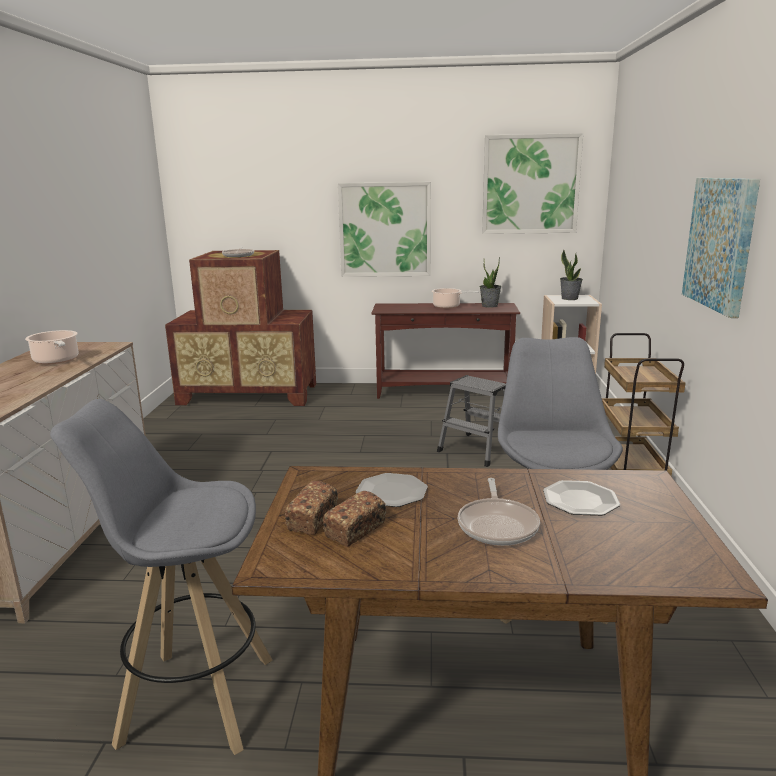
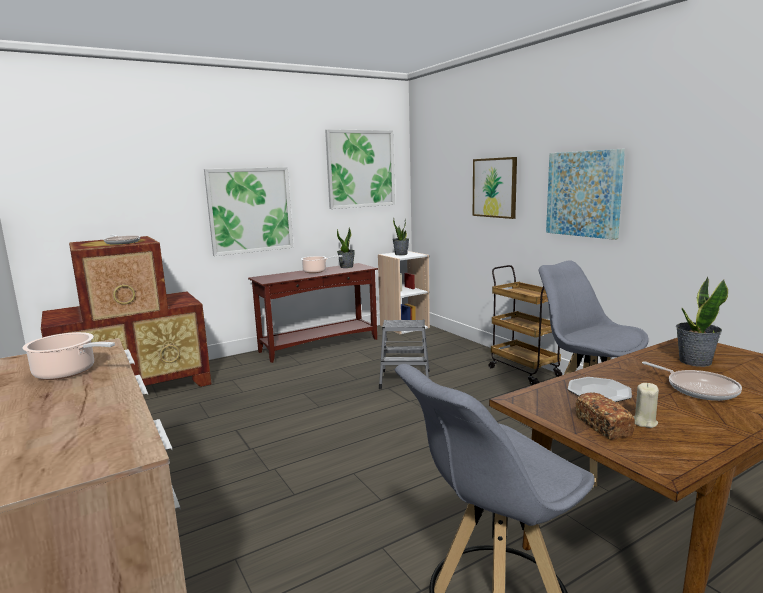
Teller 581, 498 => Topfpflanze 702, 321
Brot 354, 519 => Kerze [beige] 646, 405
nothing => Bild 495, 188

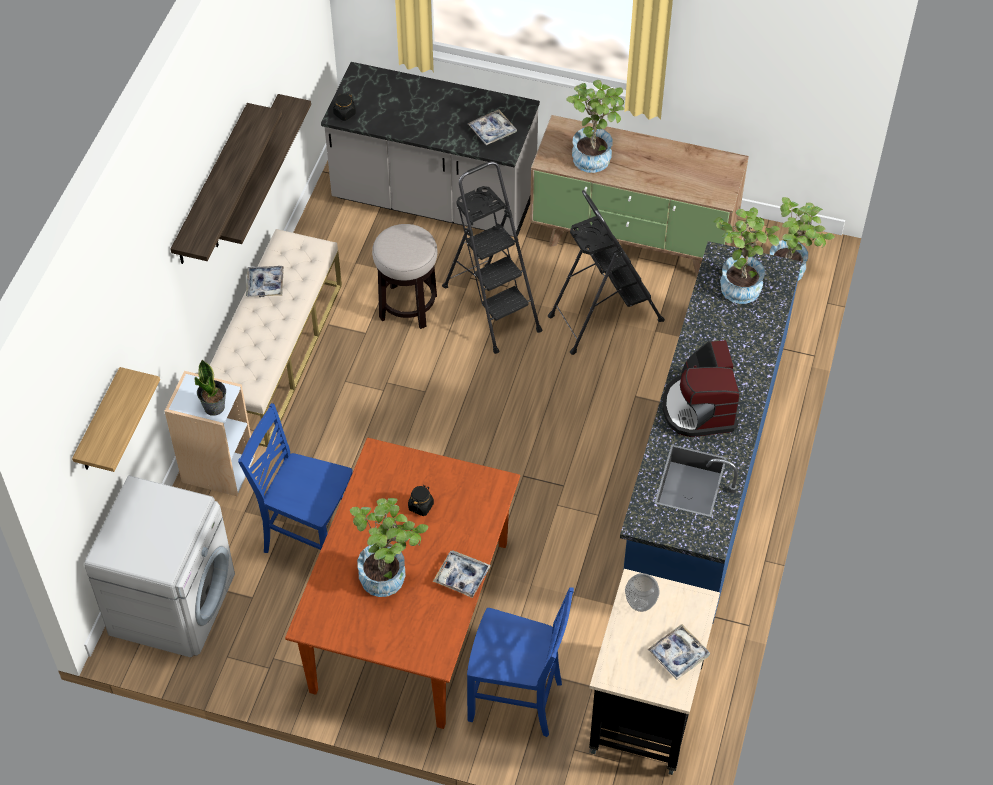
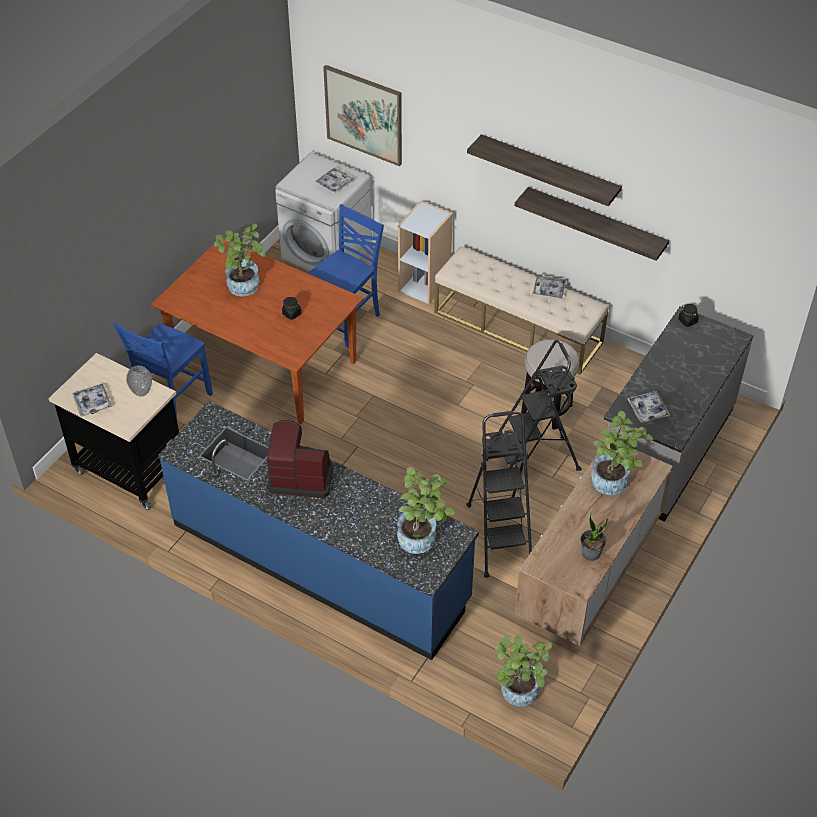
Topfpflanze 210, 387 => Topfpflanze 594, 536, shifted
Wandregal 116, 419 => Bild 362, 115
Tablett 462, 574 => Tablett 334, 180, shifted

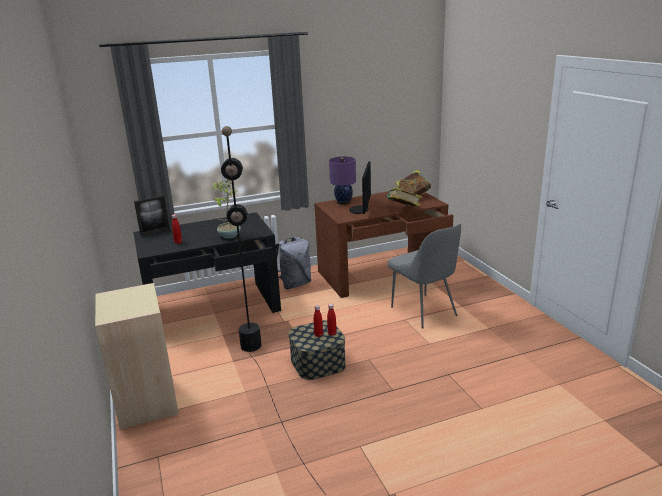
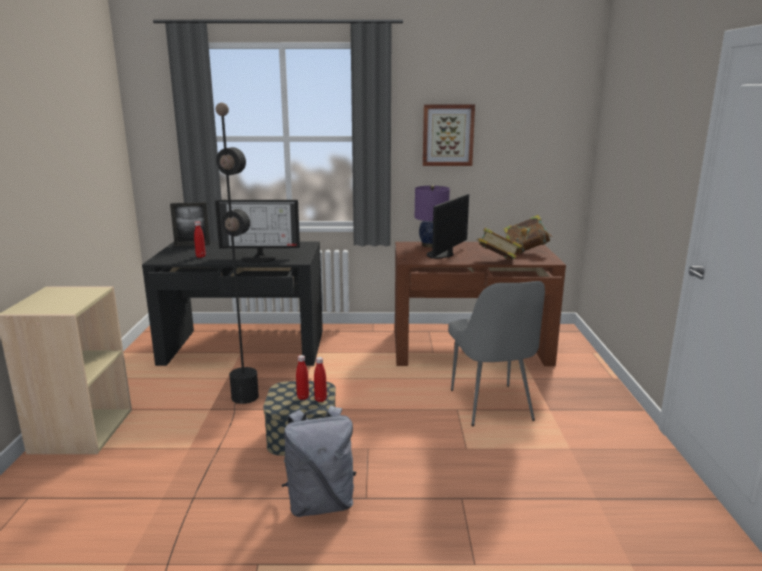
Topfpflanze 226, 209 => Monitor 257, 231
Rucksack [grau] 293, 263 => Rucksack [grau] 319, 461, shifted
nothing => Bild 449, 135

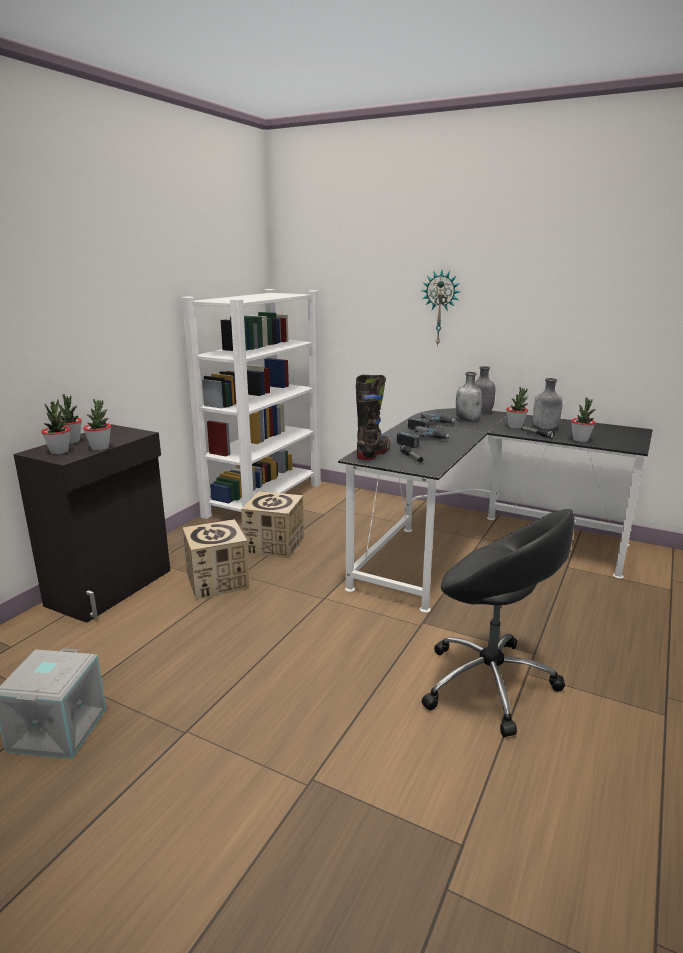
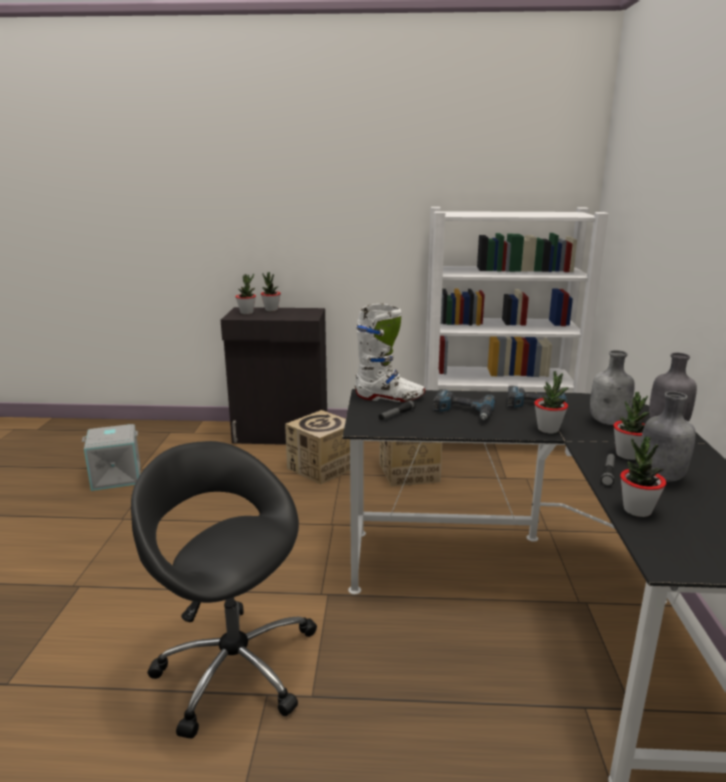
Wanduhr 440, 308 => nothing
Stiefel [schwarz] 373, 417 => Stiefel [weiß] 390, 353
Topfpflanze 97, 424 => Topfpflanze 551, 402, shifted
Bürostuhl [schwarz] 498, 623 => Bürostuhl [schwarz] 224, 589, 105 degrees clockwise

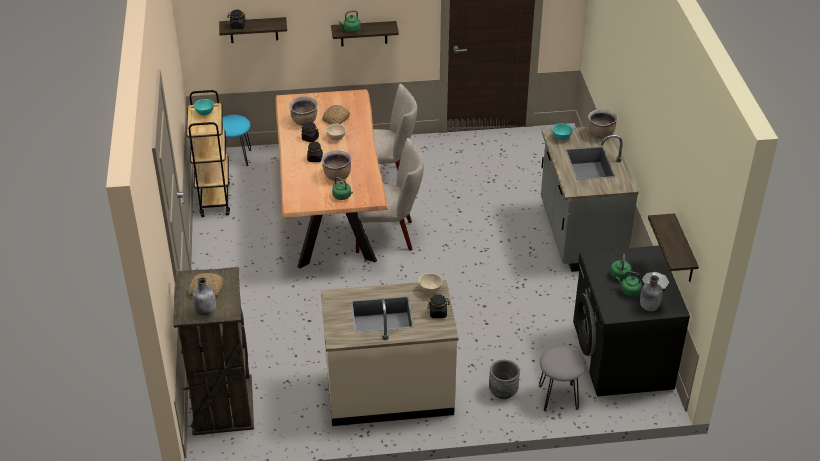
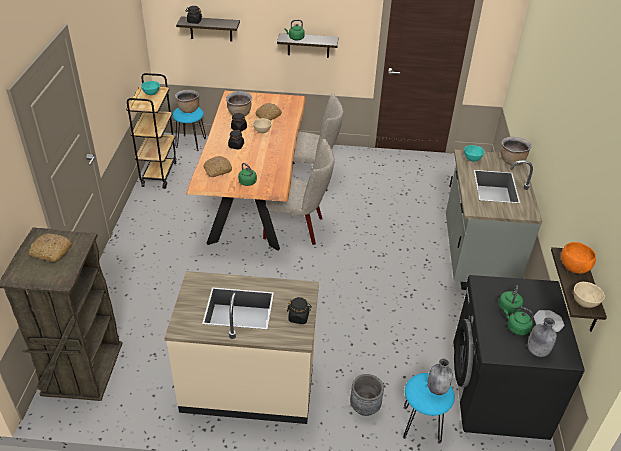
Kochtopf [braun] 336, 165 => Kochtopf [braun] 187, 101, shifted
Schüssel [beige] 430, 283 => Schüssel [beige] 589, 295, shifted
Flasche [grau] 204, 297 => Flasche [grau] 440, 377, shifted
Hocker [grau] 562, 379 => Hocker [türkis] 429, 408
nothing => Brot 217, 166
nothing => Schüssel [orange] 578, 258

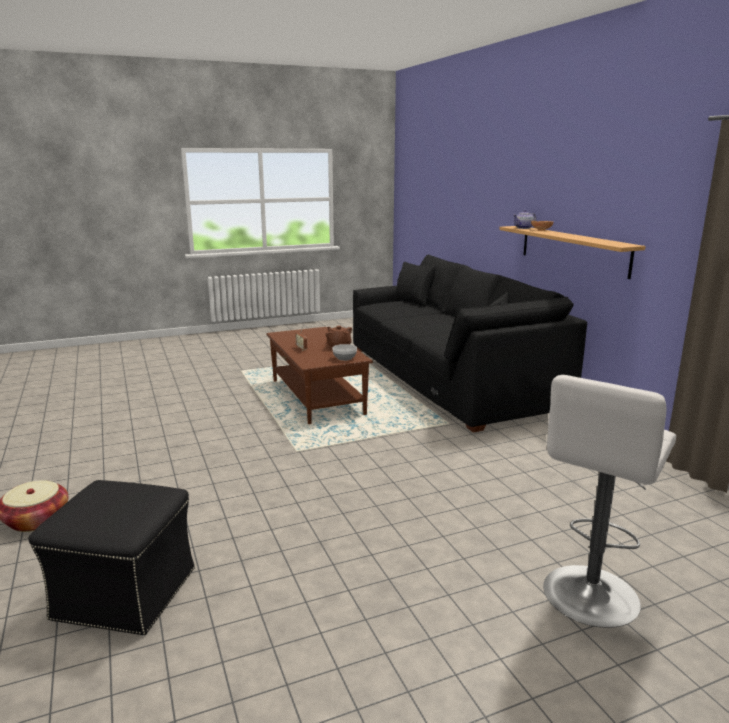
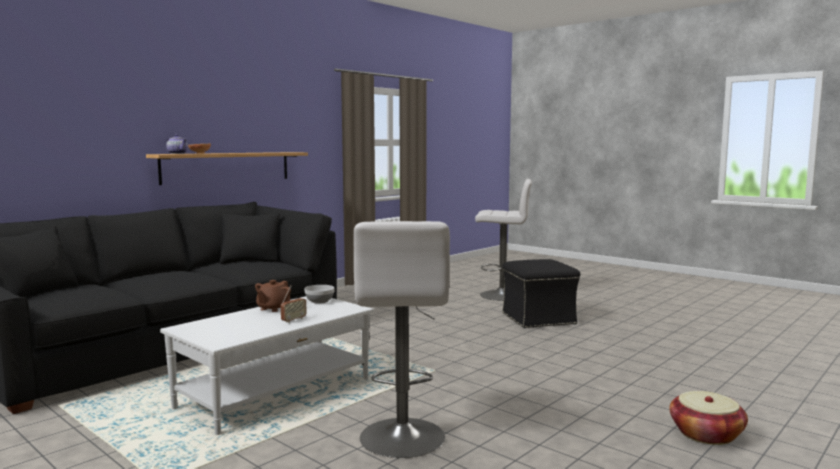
Couchtisch [braun] 320, 375 => Couchtisch [weiß] 267, 365
Polsterhocker [schwarz] 111, 557 => Polsterhocker [schwarz] 541, 293, shifted
nothing => Hocker [weiß] 401, 339

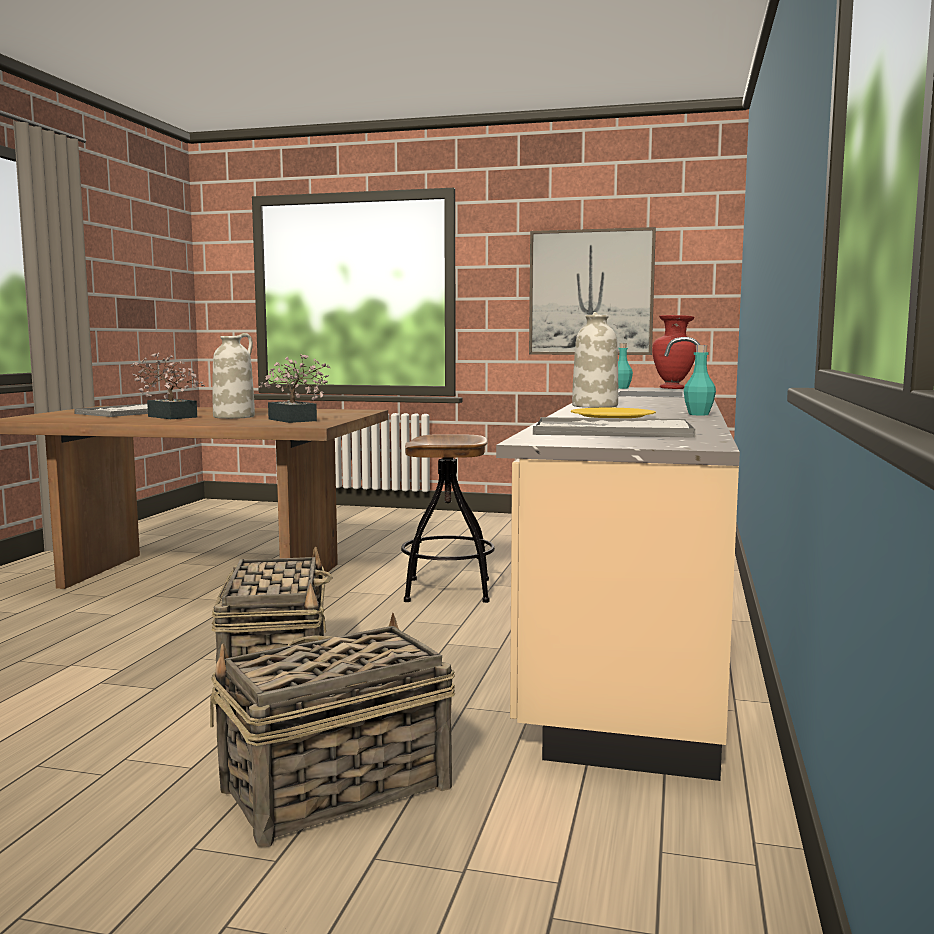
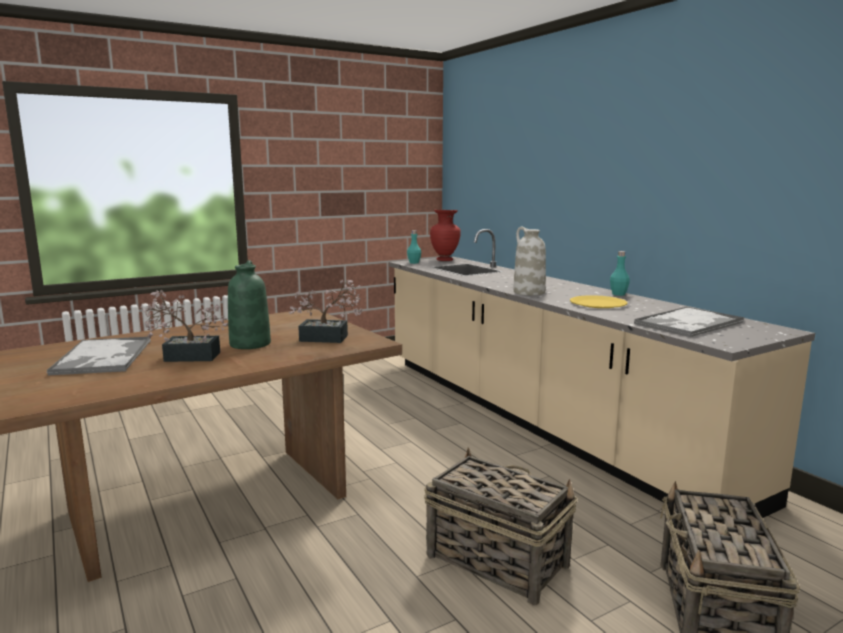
Bild 592, 291 => nothing
Vase [weiß] 233, 376 => Vase [grün] 249, 304
Hocker [braun] 448, 518 => nothing

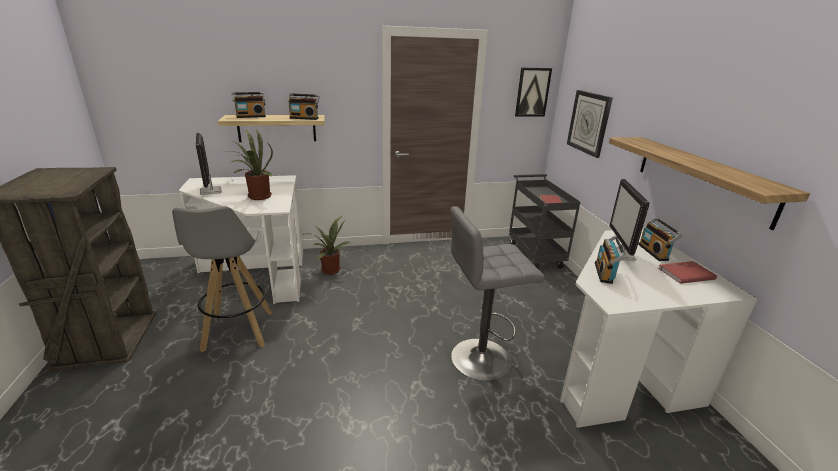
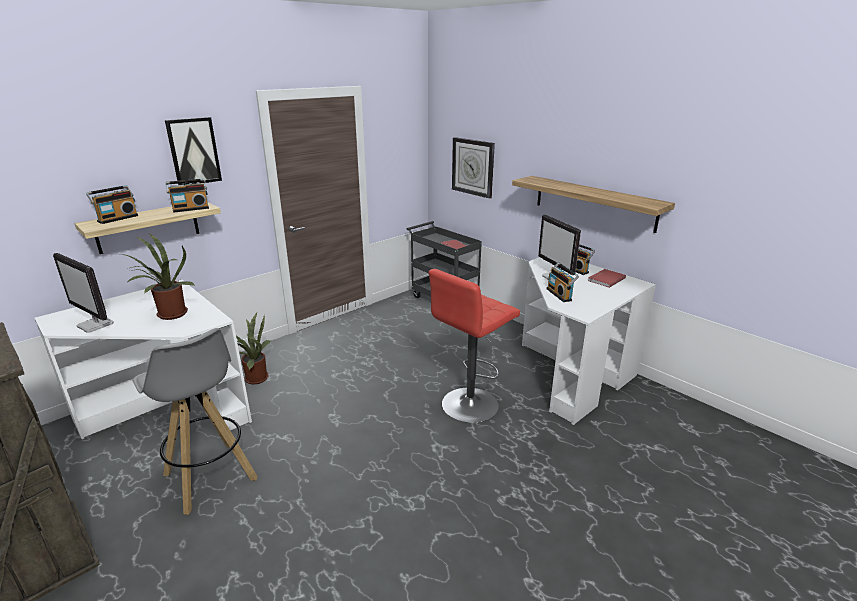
Bild 533, 92 => Bild 193, 151, shifted
Hocker [grau] 497, 293 => Hocker [rot] 474, 346

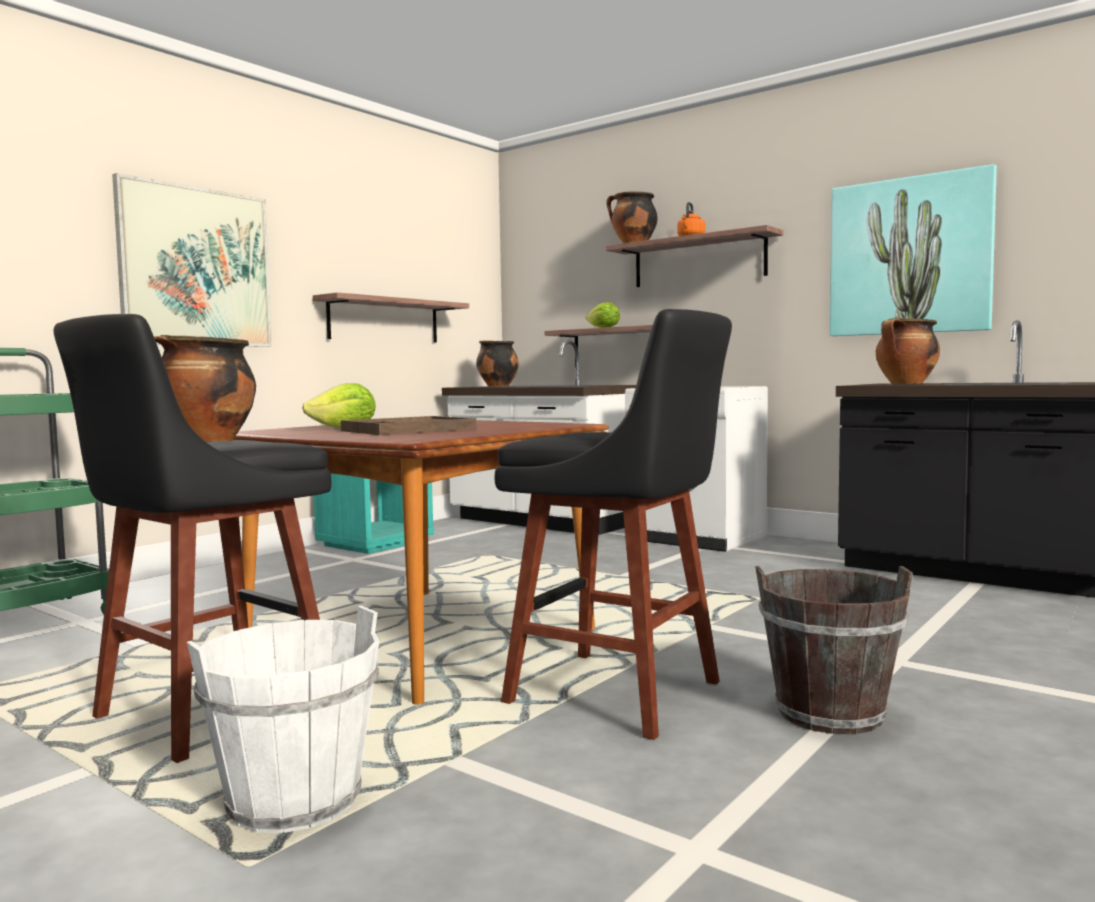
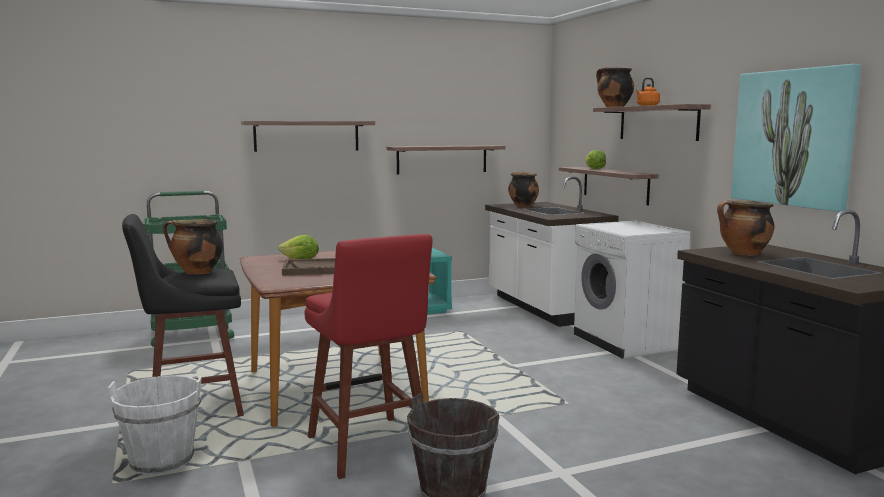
Bild 192, 260 => Wandregal 308, 136
Hocker [schwarz] 613, 524 => Hocker [rot] 369, 356

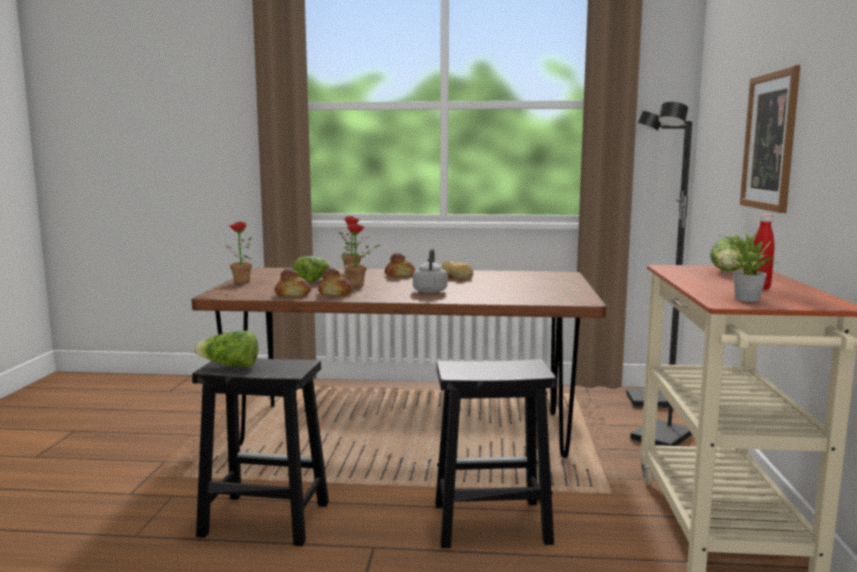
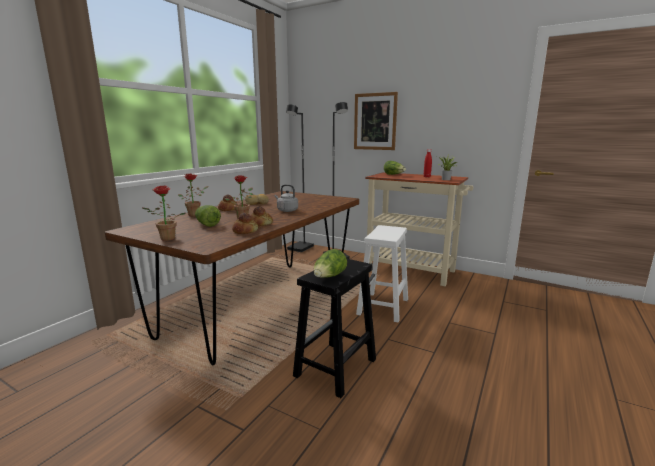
Hocker [schwarz] 496, 453 => Hocker [weiß] 382, 274

